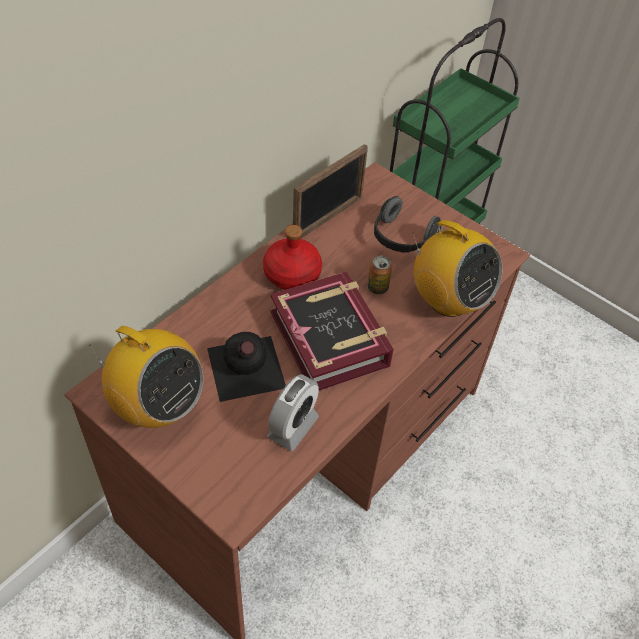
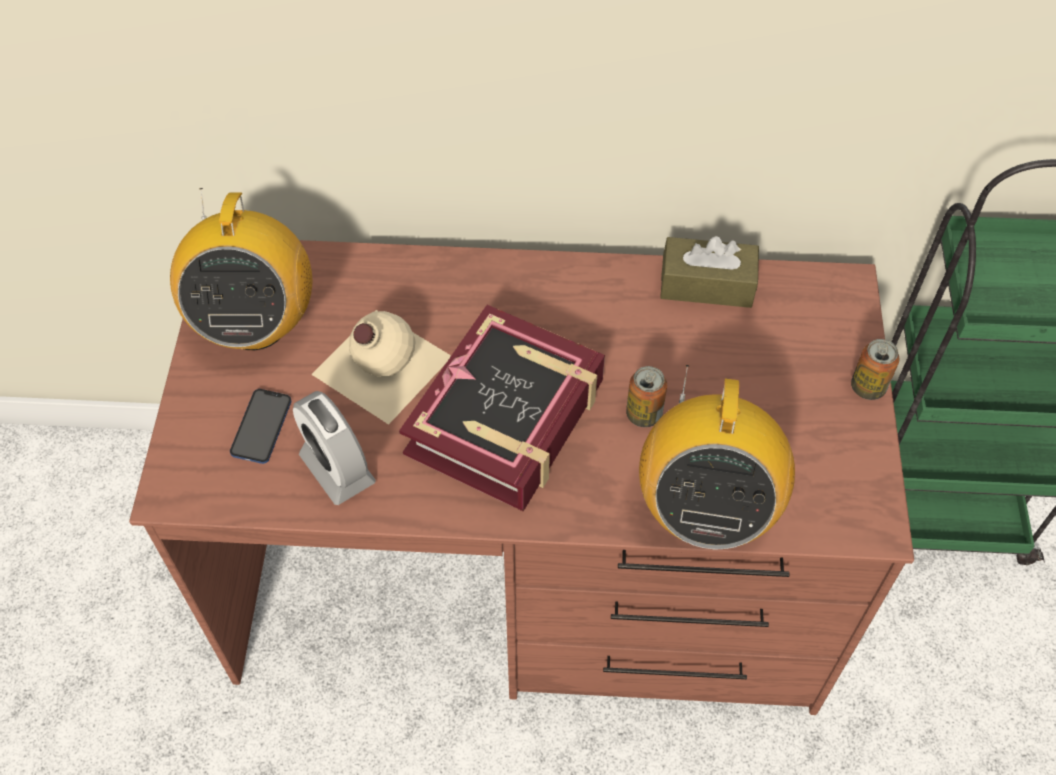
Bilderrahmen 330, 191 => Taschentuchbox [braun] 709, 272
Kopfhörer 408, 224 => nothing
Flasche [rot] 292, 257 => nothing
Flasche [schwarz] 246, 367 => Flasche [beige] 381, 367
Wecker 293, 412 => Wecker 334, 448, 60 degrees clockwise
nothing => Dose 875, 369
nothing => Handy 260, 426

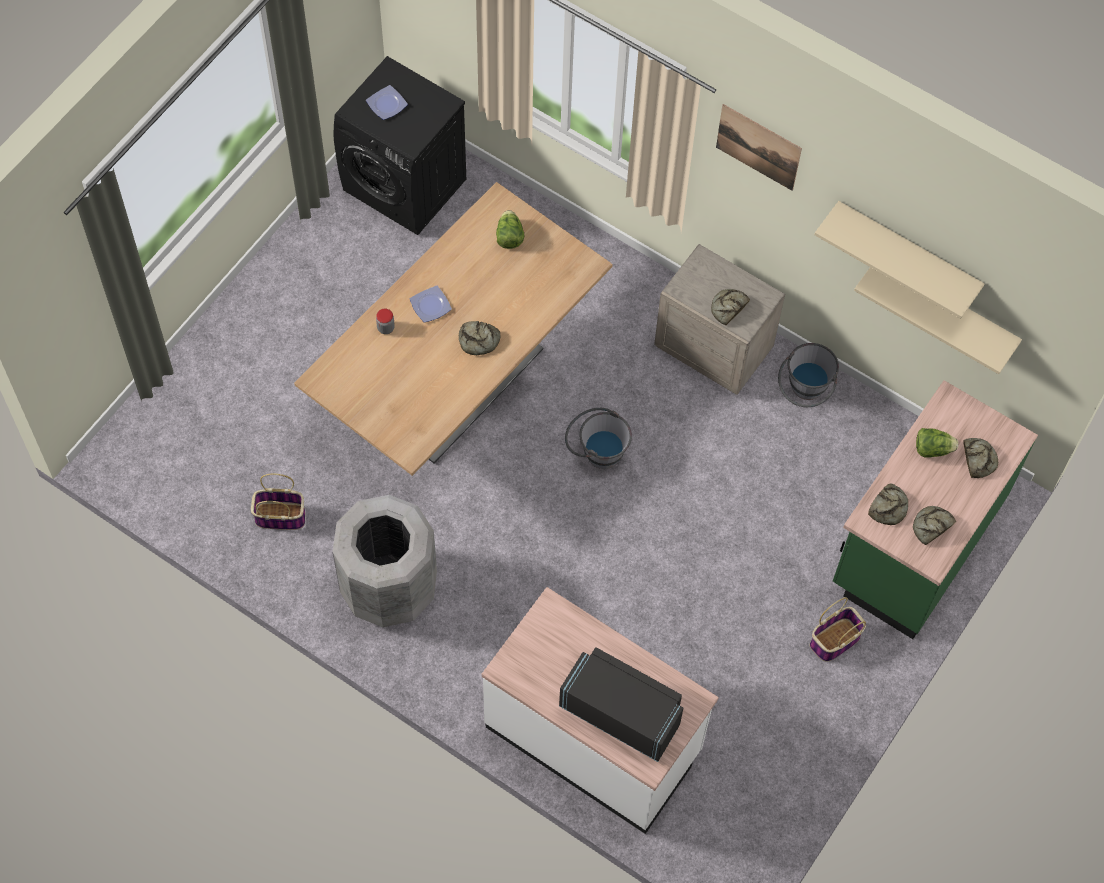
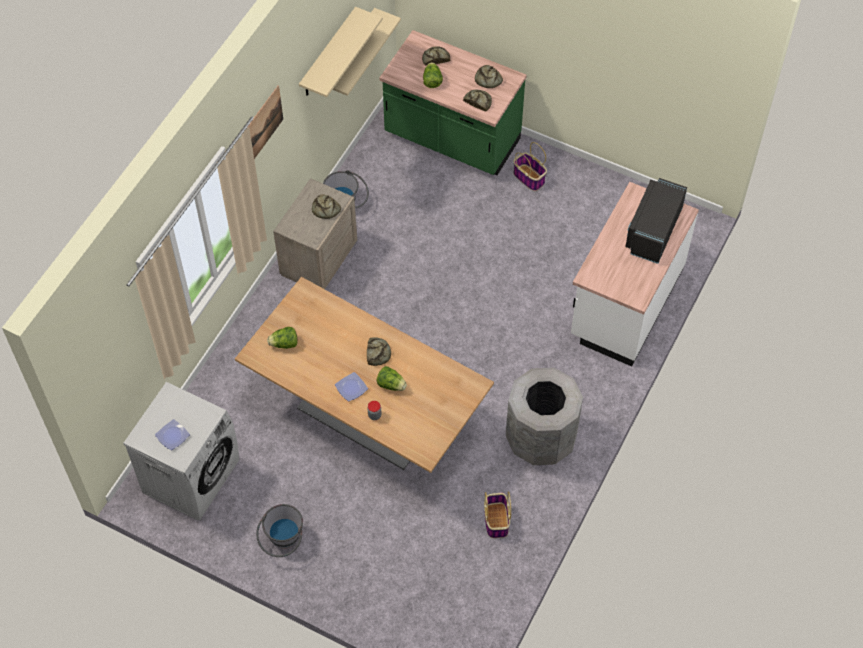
Waschmaschine [schwarz] 399, 145 => Waschmaschine [weiß] 181, 451
Eimer [grau] 598, 438 => Eimer [grau] 279, 530, shifted
nothing => Salatkopf 392, 378

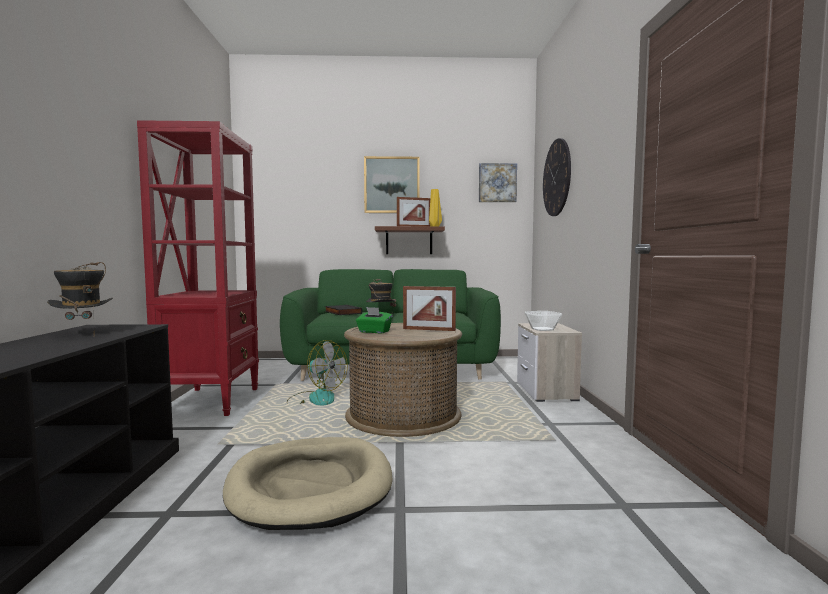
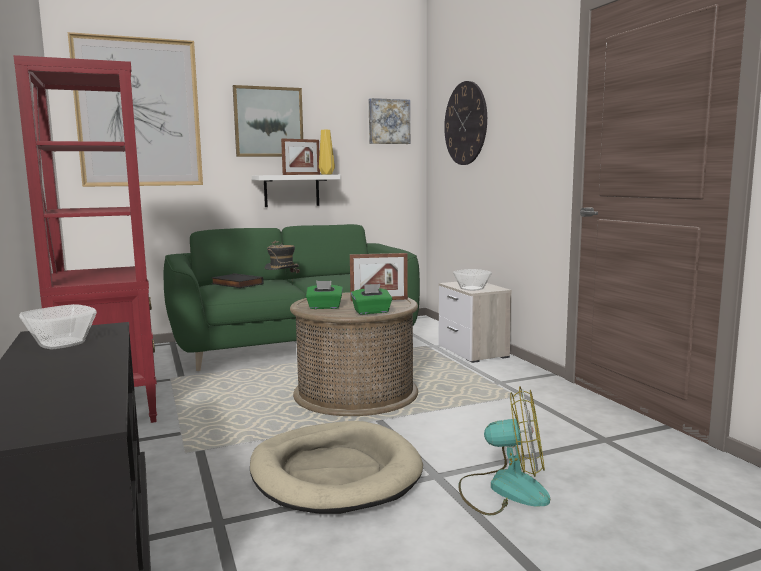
Wandregal [braun] 410, 240 => Wandregal [weiß] 296, 191
Hut 80, 298 => Schüssel 58, 326
Ventilator 317, 373 => Ventilator 504, 451, shifted
nothing => Bild 135, 109
nothing => Taschentuchbox [grün] 371, 299

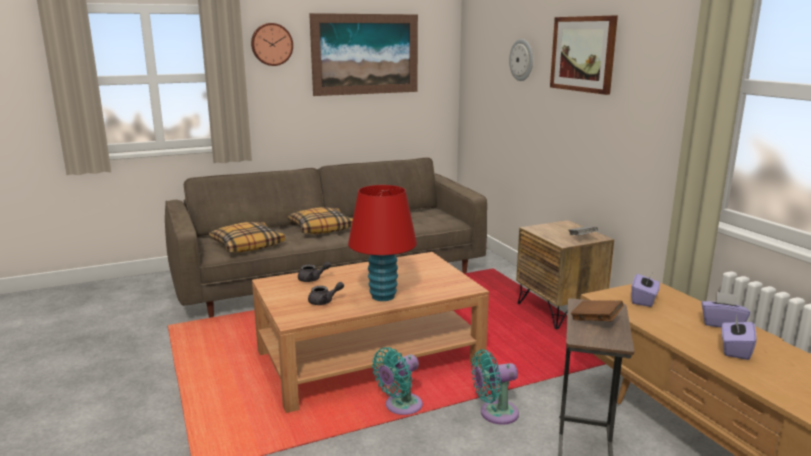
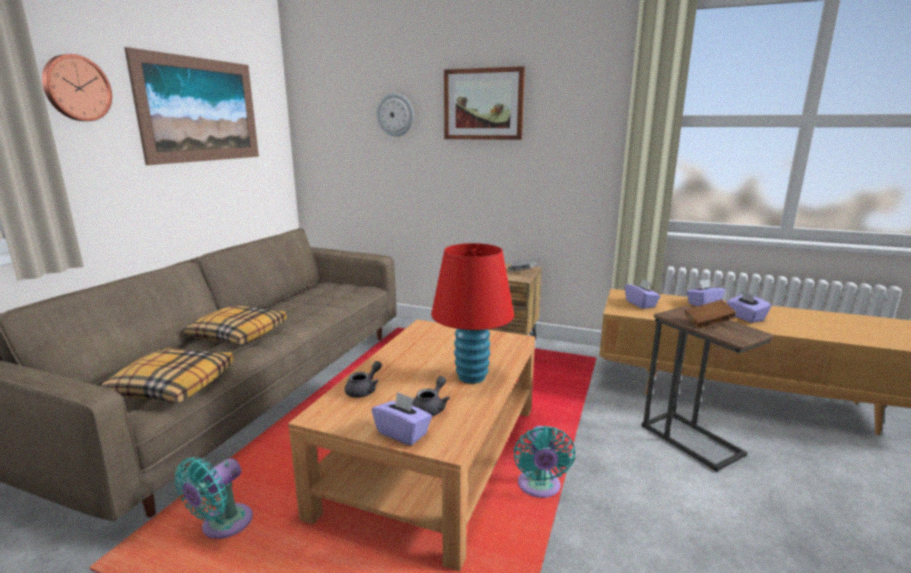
Ventilator [türkis] 495, 387 => Ventilator [türkis] 214, 498, shifted
nothing => Taschentuchbox [lila] 402, 419

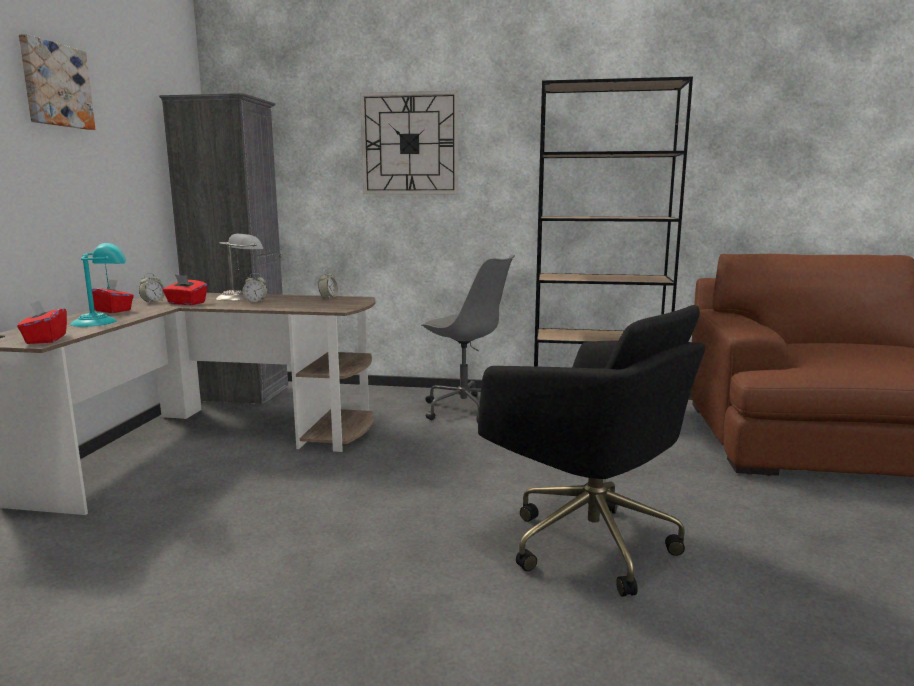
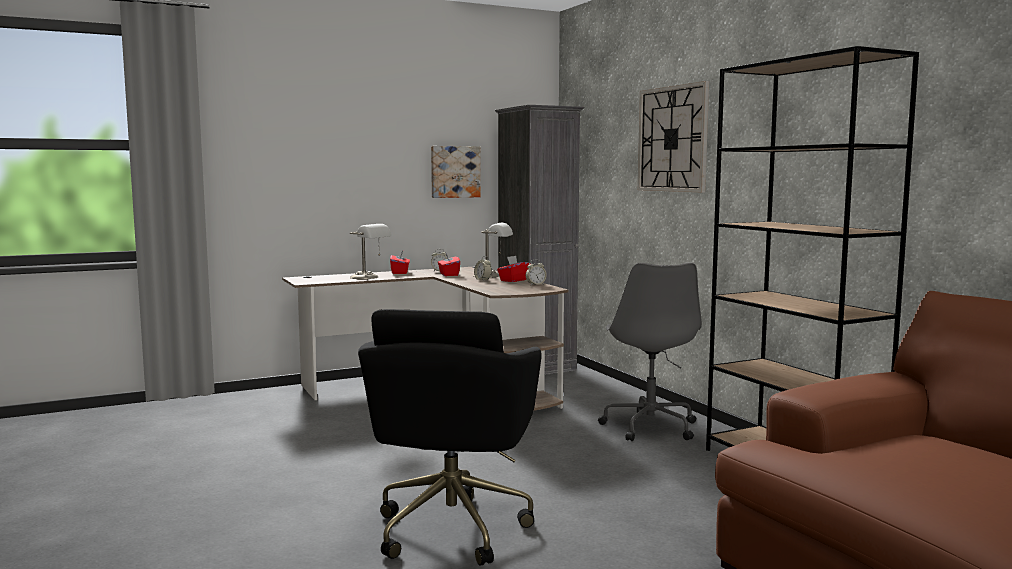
Bild 57, 82 => Bild 456, 172, shifted
Tischlampe [türkis] 98, 285 => Tischlampe [weiß] 370, 251
Taschentuchbox [rot] 42, 322 => Taschentuchbox [rot] 513, 269, shifted

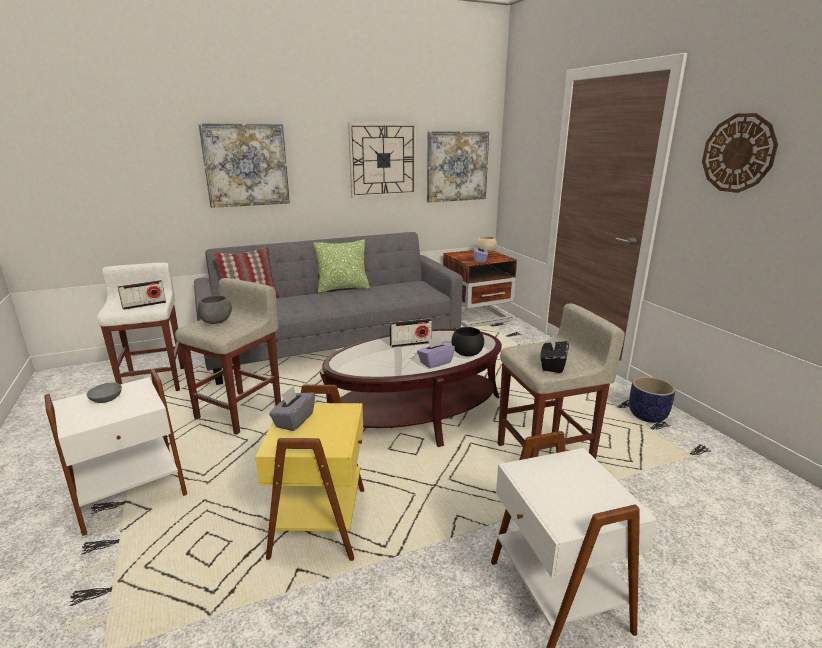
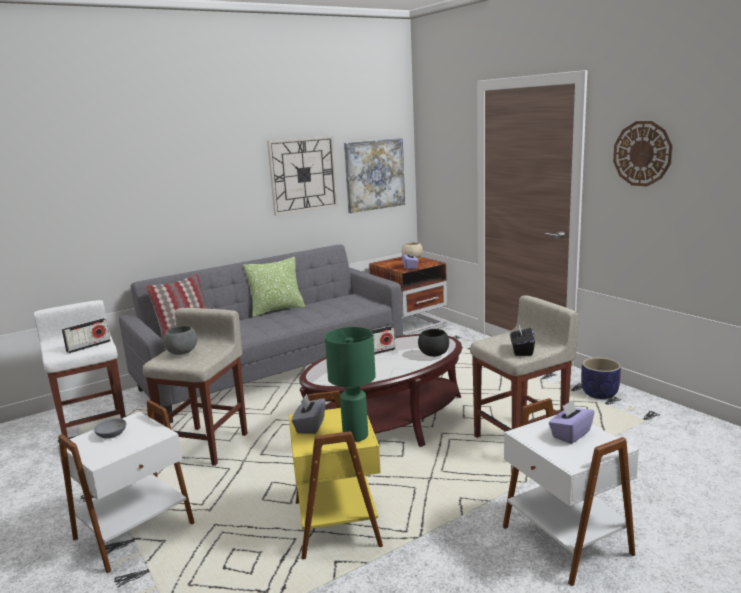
Bild 244, 166 => nothing
Taschentuchbox [lila] 436, 352 => Taschentuchbox [lila] 572, 422, shifted
nothing => Tischlampe [grün] 350, 384

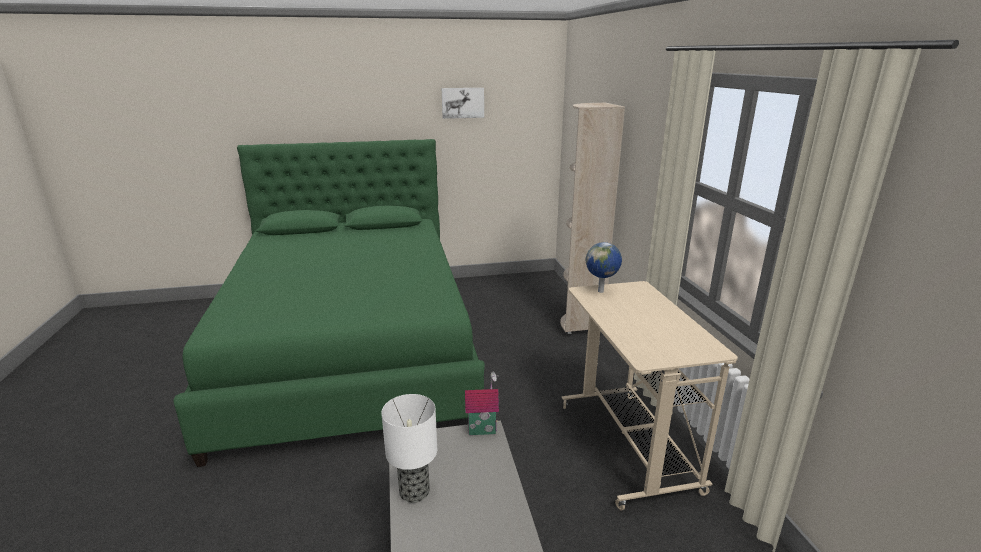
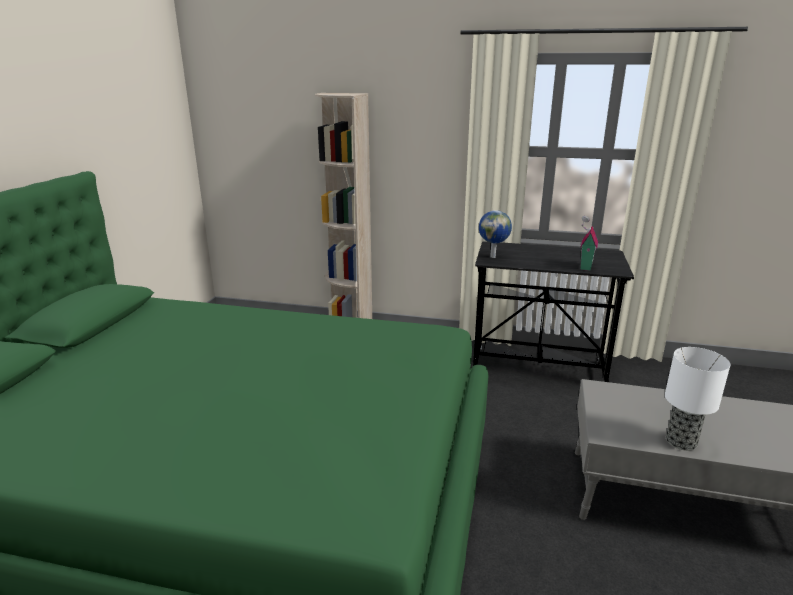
Bild 463, 103 => nothing
Schreibtisch [beige] 650, 395 => Schreibtisch [schwarz] 553, 311
Spielzeughaus 482, 403 => Spielzeughaus 589, 243, shifted

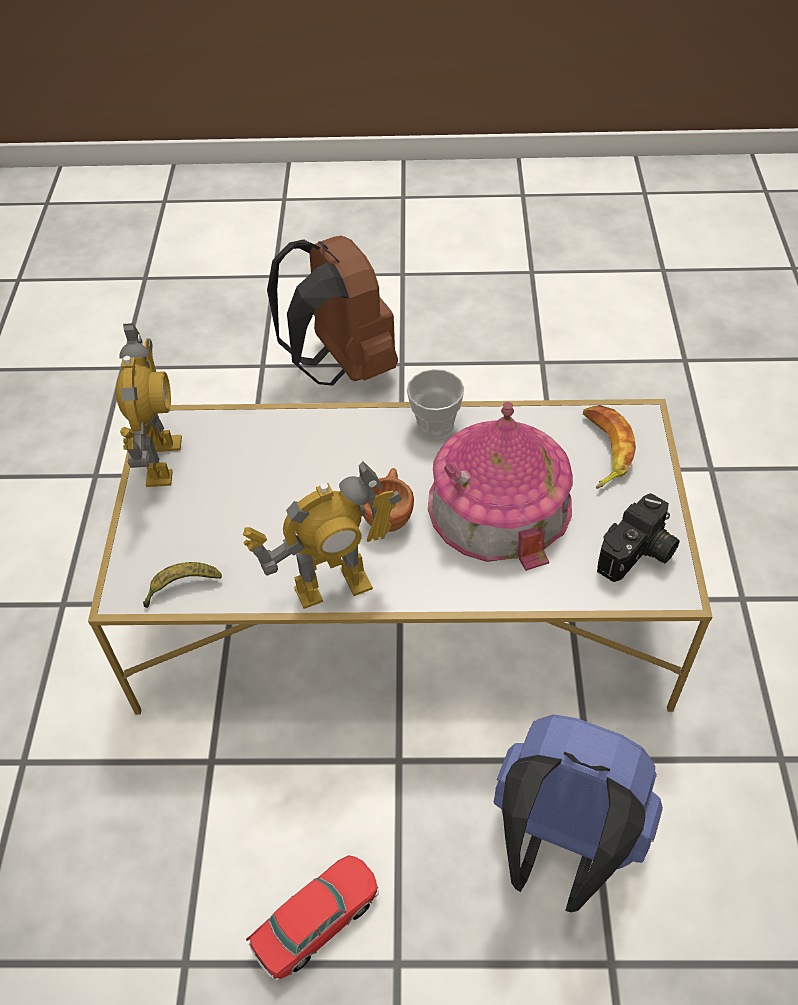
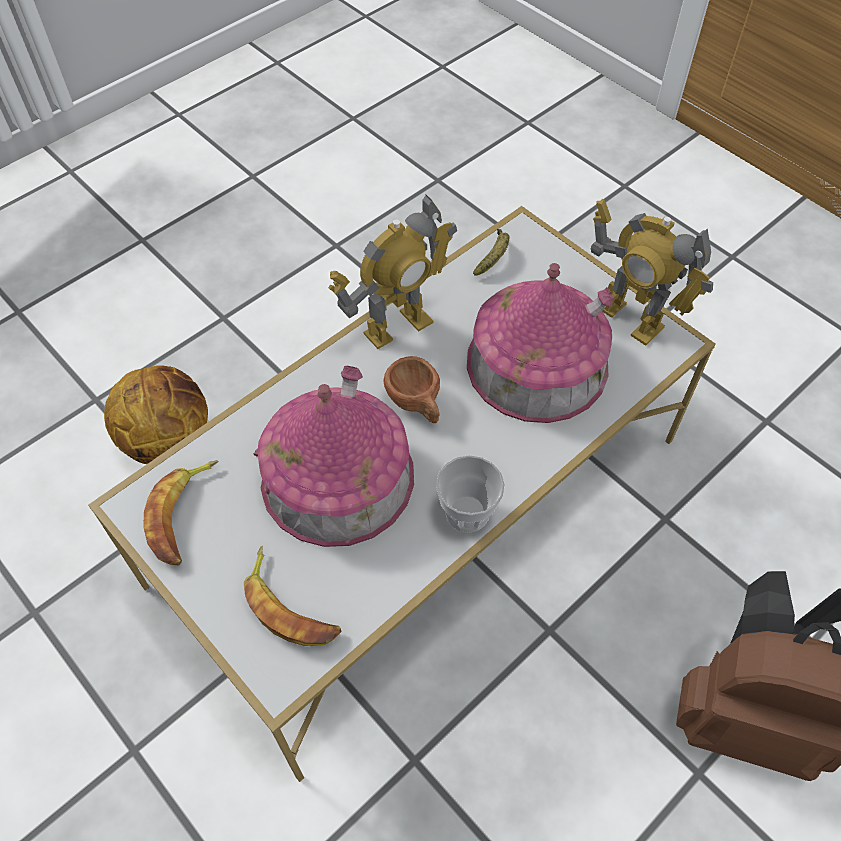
Spielzeugroboter 322, 534 => Spielzeugroboter 392, 271, 150 degrees counterclockwise
Kamera 638, 537 => Banane 181, 513
Rucksack [blau] 578, 813 => Basketball 156, 414
Spielzeugauto 312, 918 => nothing
nothing => Spielzeughaus 540, 343

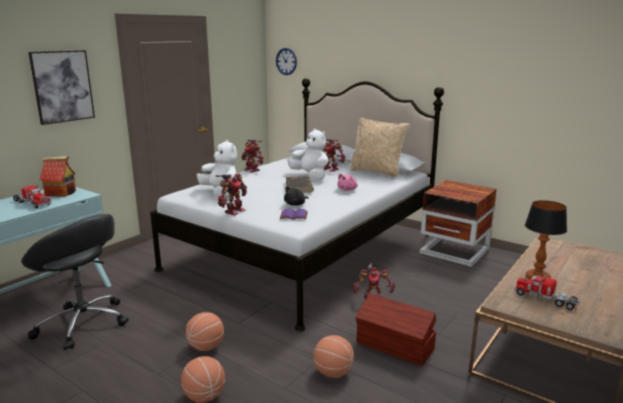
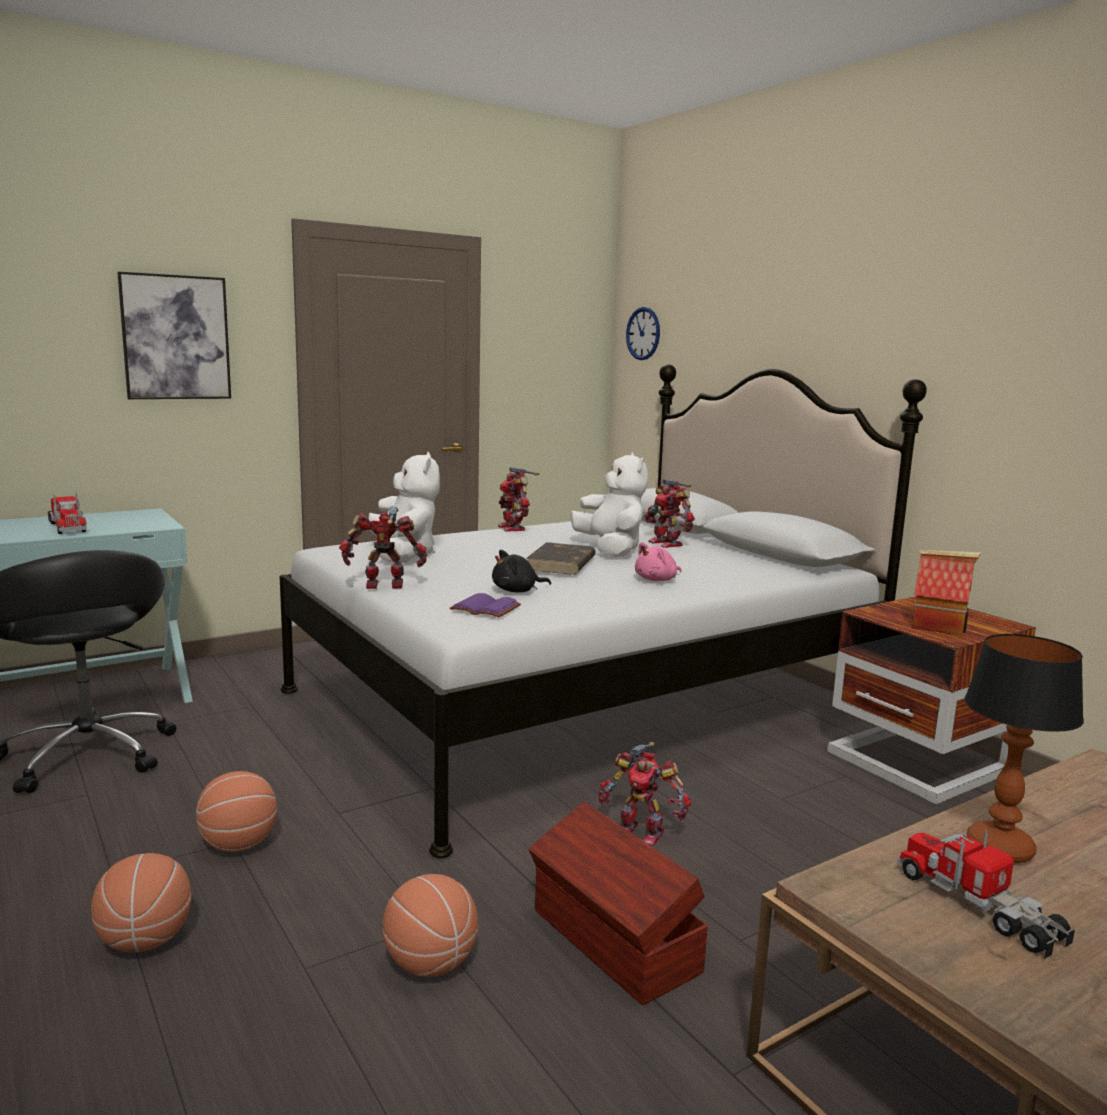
Kissen [beige] 380, 147 => nothing
Spielzeughaus 57, 176 => Spielzeughaus 946, 593, shifted
Spielzeugroboter 231, 194 => Spielzeugroboter 383, 548, 150 degrees counterclockwise

